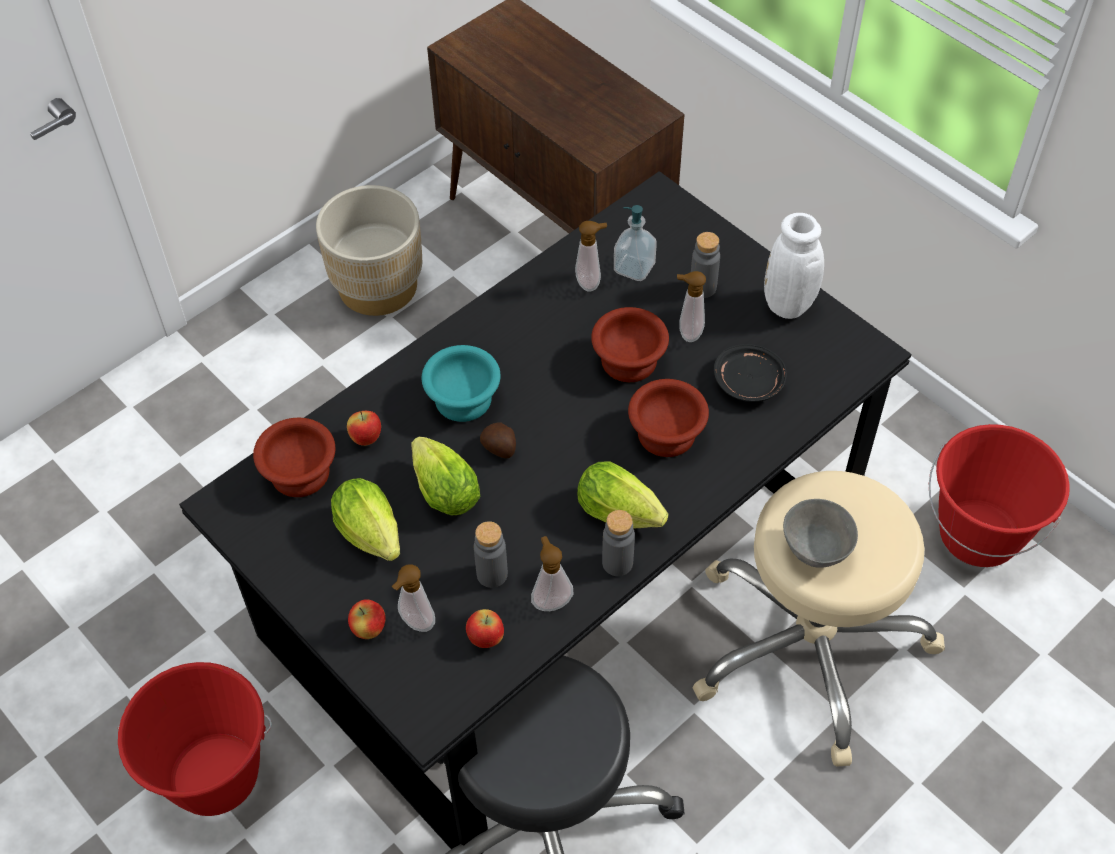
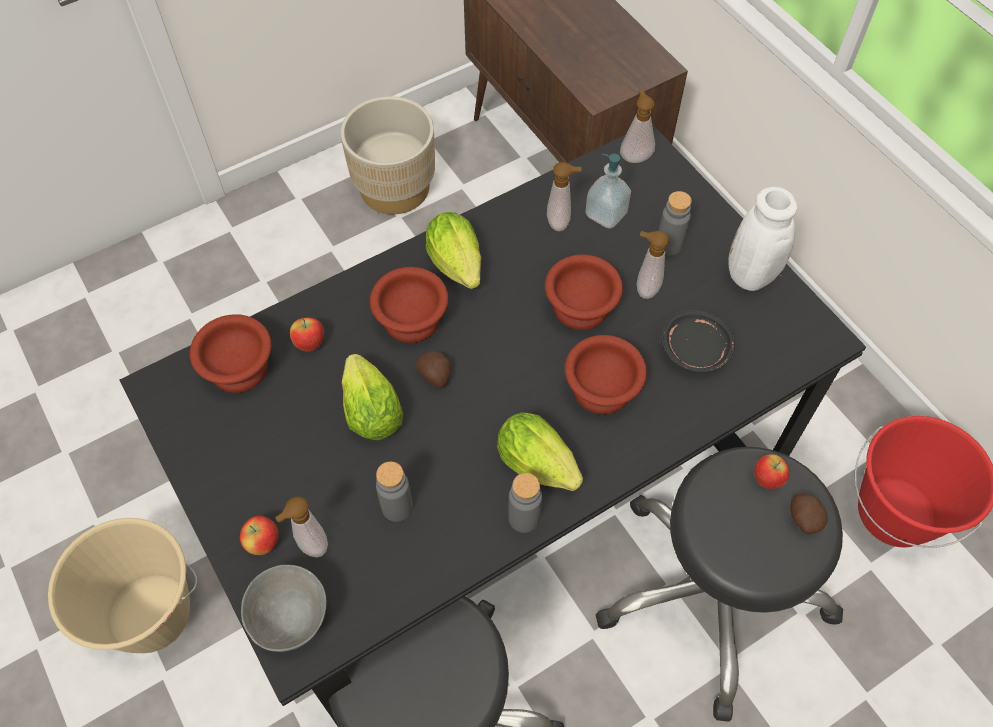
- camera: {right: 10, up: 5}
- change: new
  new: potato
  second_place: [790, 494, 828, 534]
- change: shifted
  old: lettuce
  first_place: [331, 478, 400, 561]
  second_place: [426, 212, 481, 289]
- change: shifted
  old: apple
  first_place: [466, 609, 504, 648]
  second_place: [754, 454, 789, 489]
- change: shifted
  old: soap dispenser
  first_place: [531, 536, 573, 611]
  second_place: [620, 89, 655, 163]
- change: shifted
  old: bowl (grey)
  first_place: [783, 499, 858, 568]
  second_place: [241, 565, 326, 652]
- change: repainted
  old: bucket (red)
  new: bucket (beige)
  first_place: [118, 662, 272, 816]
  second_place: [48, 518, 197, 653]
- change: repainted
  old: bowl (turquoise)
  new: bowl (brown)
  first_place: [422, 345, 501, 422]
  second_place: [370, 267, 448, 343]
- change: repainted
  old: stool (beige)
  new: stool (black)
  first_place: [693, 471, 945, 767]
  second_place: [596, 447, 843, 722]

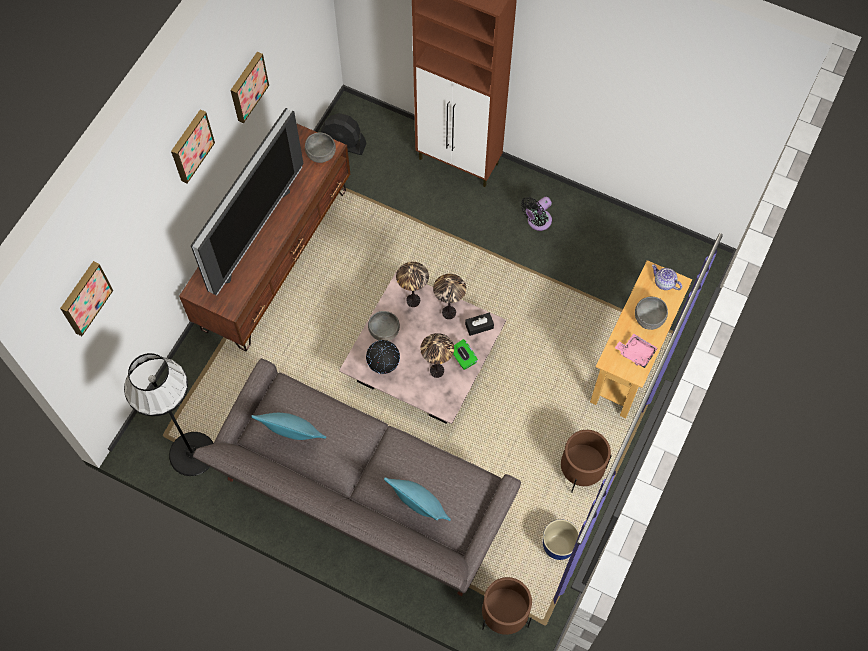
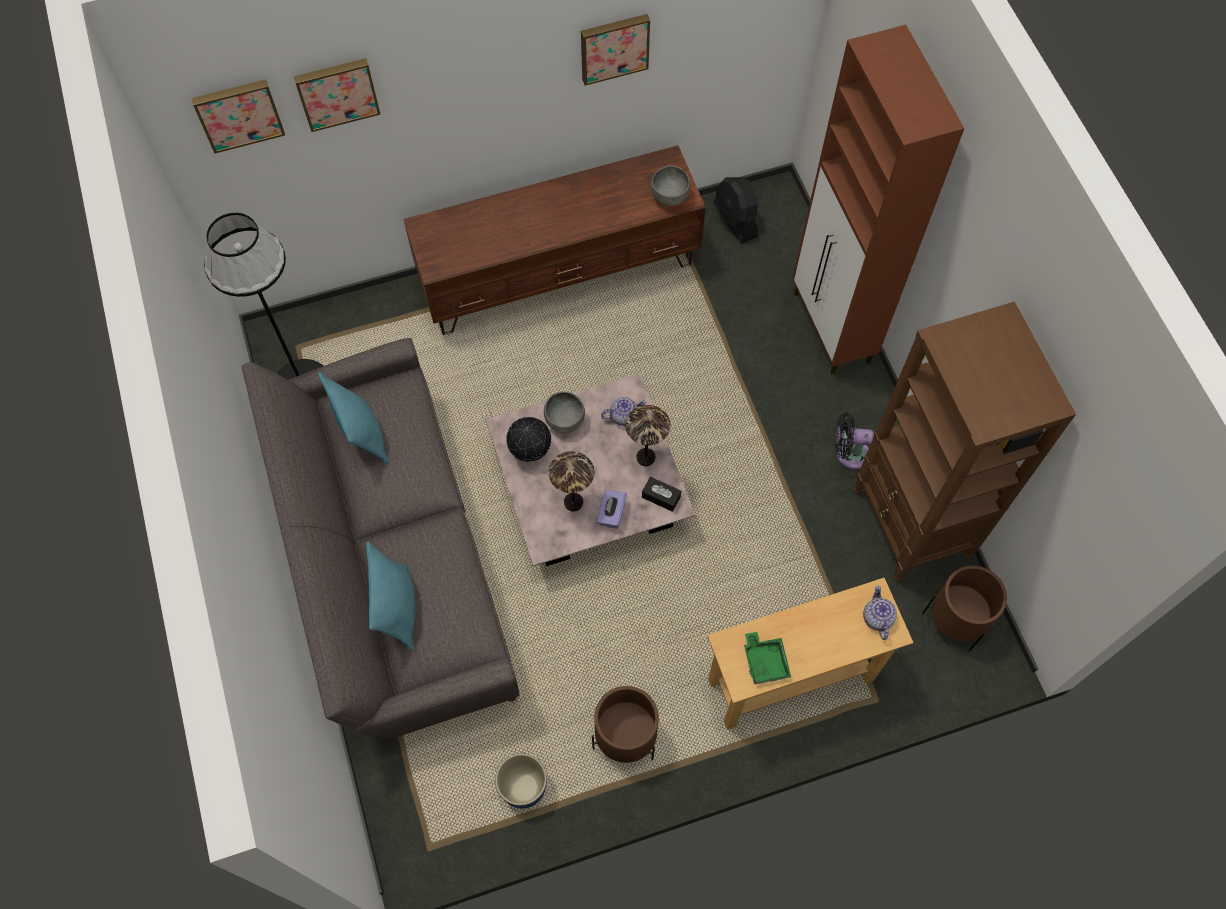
- camera: {right: 45, up: 0}
- change: gone
  old: television
  first_place: [191, 108, 304, 296]
- change: gone
  old: bowl (grey)
  first_place: [635, 297, 668, 330]
- change: new
  new: bookcase (brown)
  second_place: [854, 301, 1076, 582]
- change: shifted
  old: picture
  first_place: [171, 109, 215, 183]
  second_place: [294, 58, 381, 132]
- change: shifted
  old: planter (brown)
  first_place: [482, 577, 532, 635]
  second_place: [922, 565, 1007, 651]
- change: swapped
  old: table lamp
  new: teapot
  first_place: [396, 262, 429, 307]
  second_place: [601, 397, 647, 426]
- change: repainted
  old: tissue box (green)
  new: tissue box (purple)
  first_place: [453, 339, 478, 370]
  second_place: [597, 490, 627, 529]
- change: repainted
  old: tray (pink)
  new: tray (green)
  first_place: [615, 333, 658, 368]
  second_place: [744, 632, 791, 684]

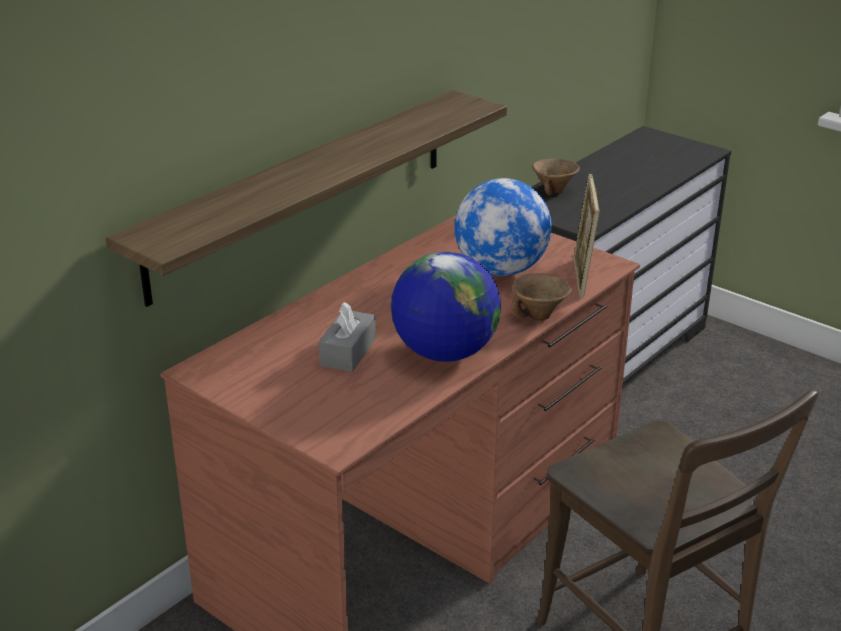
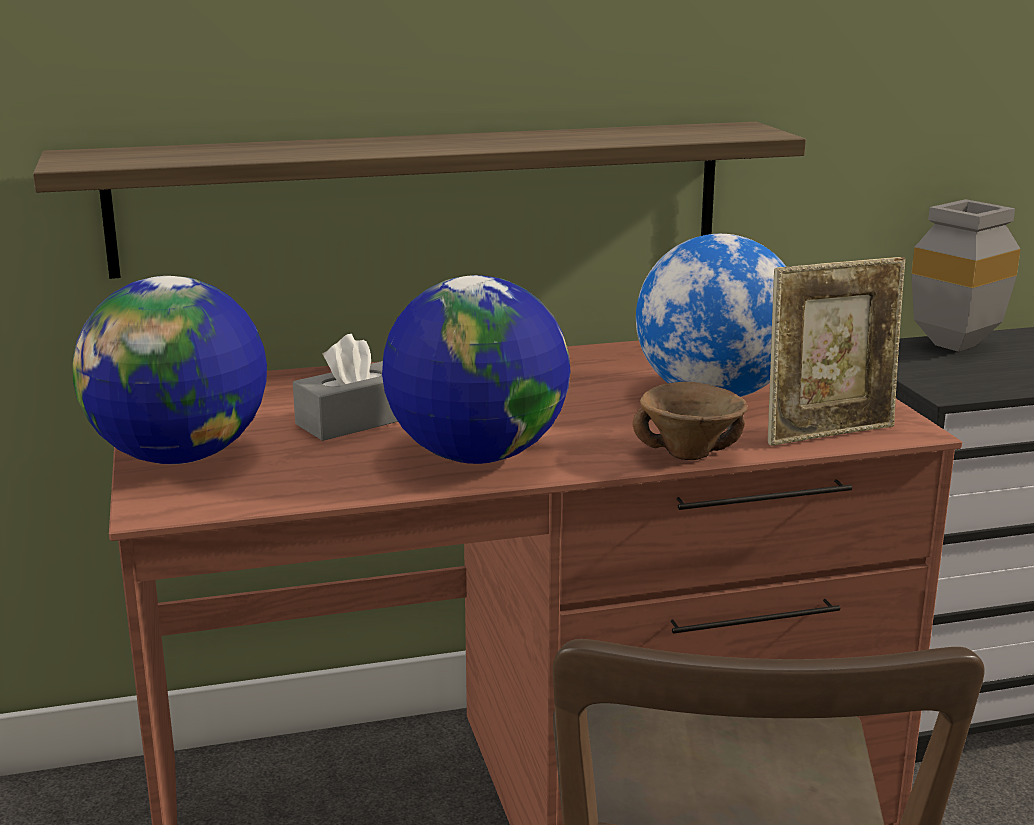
- camera: {right: 35, up: -10}
- change: new
  new: globe
  second_place: [73, 276, 267, 464]
- change: swapped
  old: bowl (brown)
  new: vase (grey)
  first_place: [532, 158, 580, 195]
  second_place: [911, 199, 1020, 352]
- change: rotated
  old: picture frame
  first_place: [574, 174, 600, 298]
  second_place: [768, 257, 905, 446]
  degrees: -150

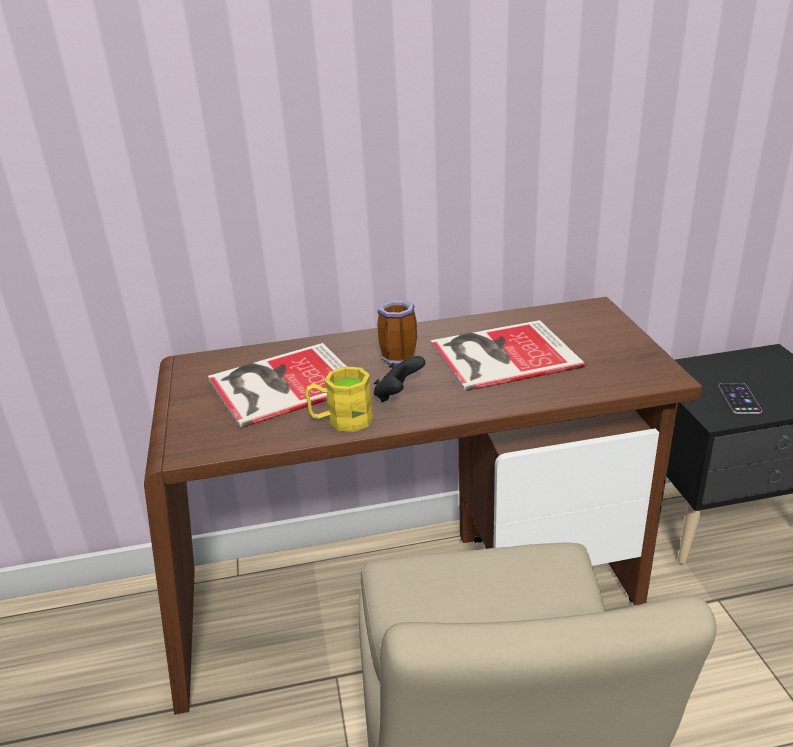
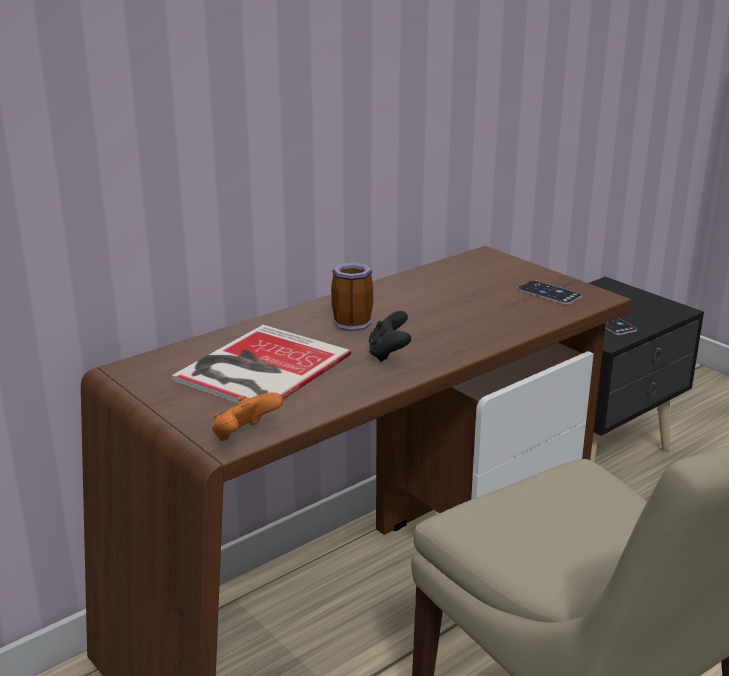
- camera: {right: -30, up: -5}
- change: gone
  old: mug (yellow)
  first_place: [305, 366, 373, 432]
- change: gone
  old: book
  first_place: [430, 320, 585, 391]
- change: new
  new: game controller (orange)
  second_place: [212, 392, 283, 441]
- change: new
  new: phone
  second_place: [518, 280, 582, 305]

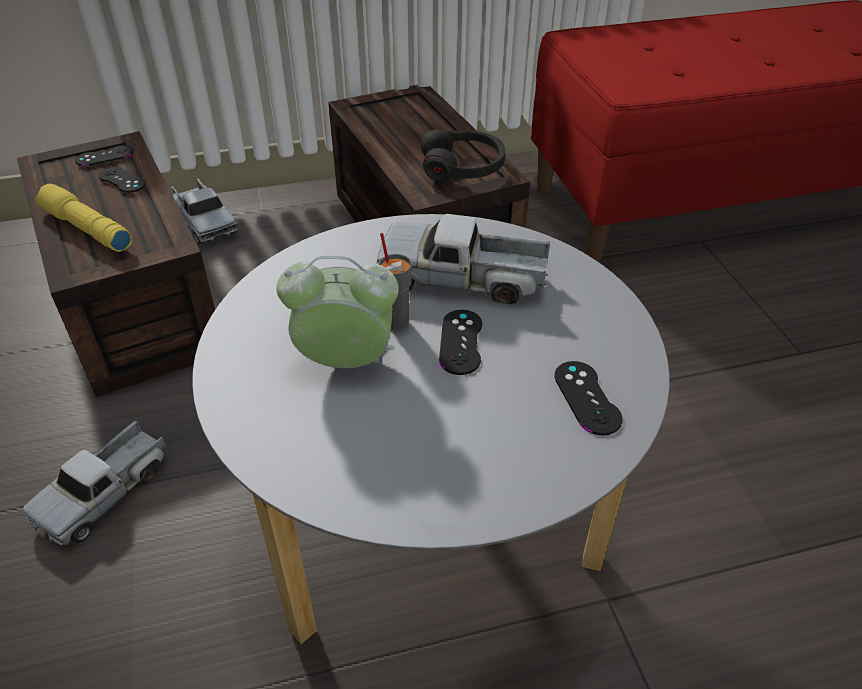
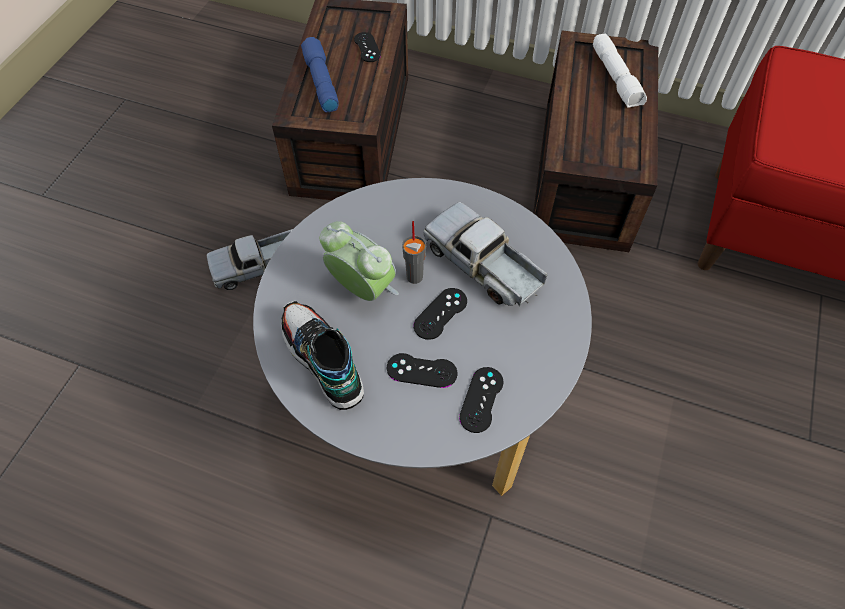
- camera: {right: 35, up: 15}
- change: gone
  old: toy truck
  first_place: [171, 178, 238, 244]
- change: gone
  old: headphones (black)
  first_place: [421, 129, 506, 181]
- change: new
  new: shoe
  second_place: [281, 301, 364, 410]
- change: new
  new: flashlight (white)
  second_place: [593, 34, 647, 108]
- change: shifted
  old: game controller (black)
  first_place: [75, 145, 134, 166]
  second_place: [387, 353, 457, 388]
- change: repainted
  old: flashlight (yellow)
  new: flashlight (blue)
  first_place: [35, 184, 132, 252]
  second_place: [301, 37, 339, 112]

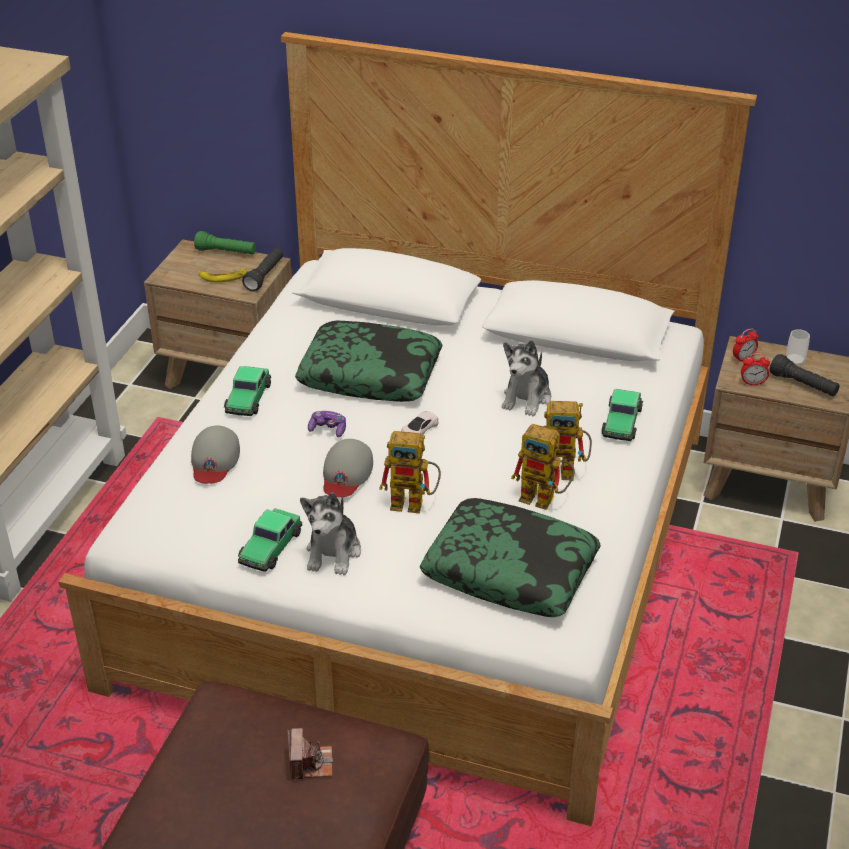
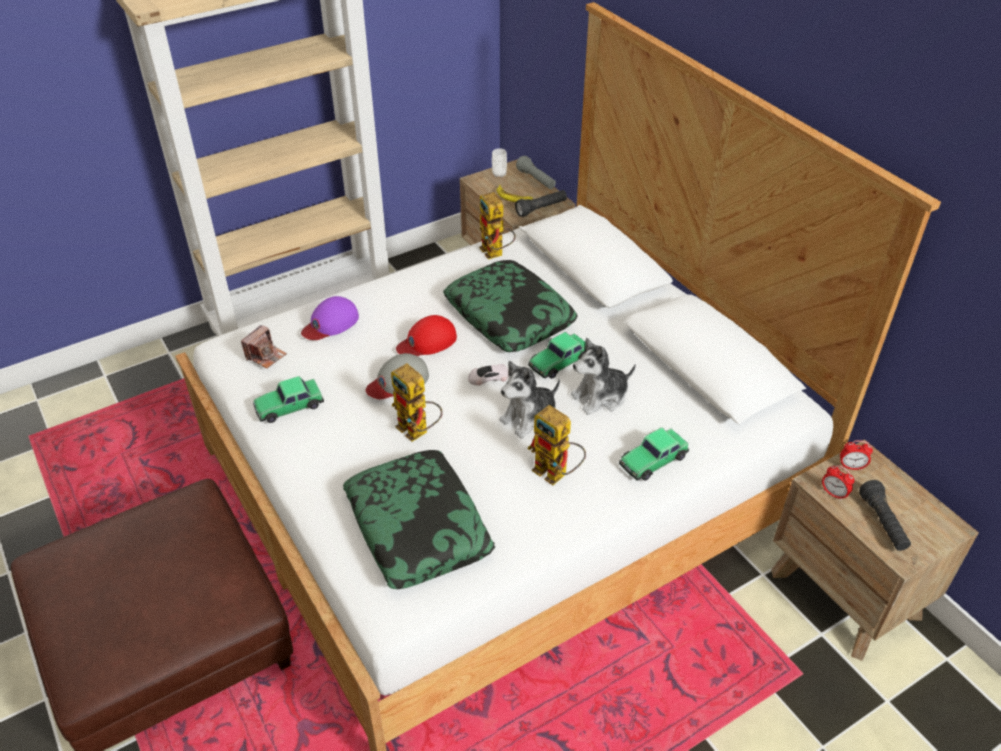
- camera: {right: 40, up: 5}
- change: shifted
  old: toy car
  first_place: [224, 366, 272, 416]
  second_place: [528, 332, 585, 379]
- change: shifted
  old: photo camera
  first_place: [287, 728, 333, 781]
  second_place: [241, 325, 287, 369]
- change: shifted
  old: plush toy
  first_place: [300, 493, 361, 575]
  second_place: [499, 361, 560, 439]
- change: shifted
  old: toy robot
  first_place: [511, 424, 575, 510]
  second_place: [479, 192, 516, 260]
- change: shifted
  old: cup
  first_place: [786, 329, 810, 367]
  second_place: [492, 148, 507, 178]
- change: swapped
  old: game controller
  new: cap (red)
  first_place: [308, 411, 346, 437]
  second_place: [396, 315, 457, 356]
- change: repainted
  old: cap (grey)
  new: cap (purple)
  first_place: [191, 426, 240, 484]
  second_place: [301, 296, 359, 340]
- change: repainted
  old: flashlight (green)
  new: flashlight (grey)
  first_place: [194, 231, 256, 254]
  second_place: [516, 156, 556, 189]

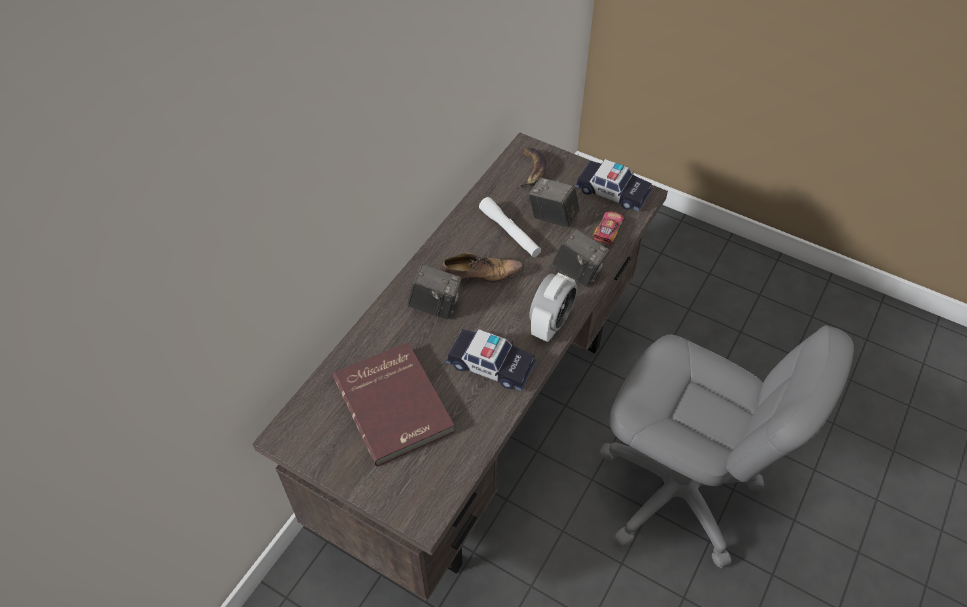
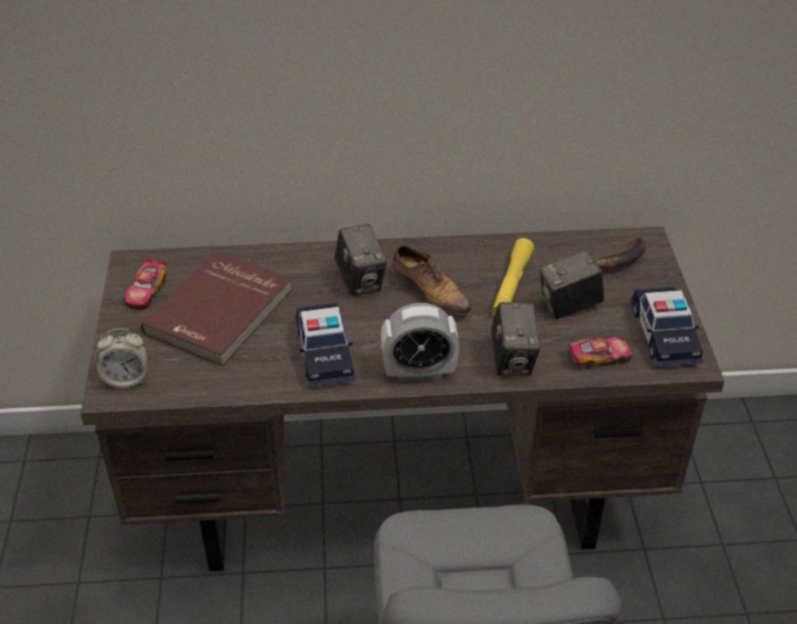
- camera: {right: 55, up: -10}
- change: new
  new: alarm clock
  second_place: [97, 328, 147, 388]
- change: new
  new: toy car
  second_place: [124, 258, 167, 310]
- change: repainted
  old: flashlight (white)
  new: flashlight (yellow)
  first_place: [479, 197, 541, 257]
  second_place: [492, 238, 534, 316]
- change: rotated
  old: photo camera
  first_place: [529, 178, 580, 228]
  second_place: [540, 250, 604, 319]
  degrees: -105

